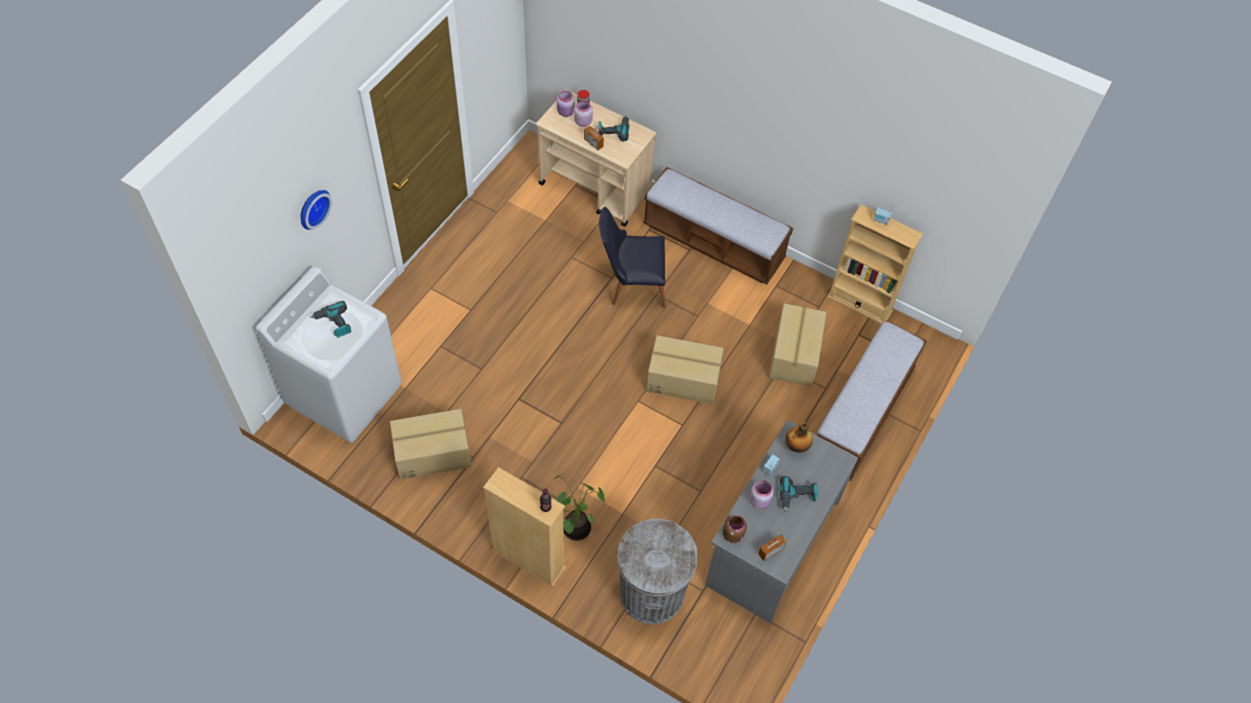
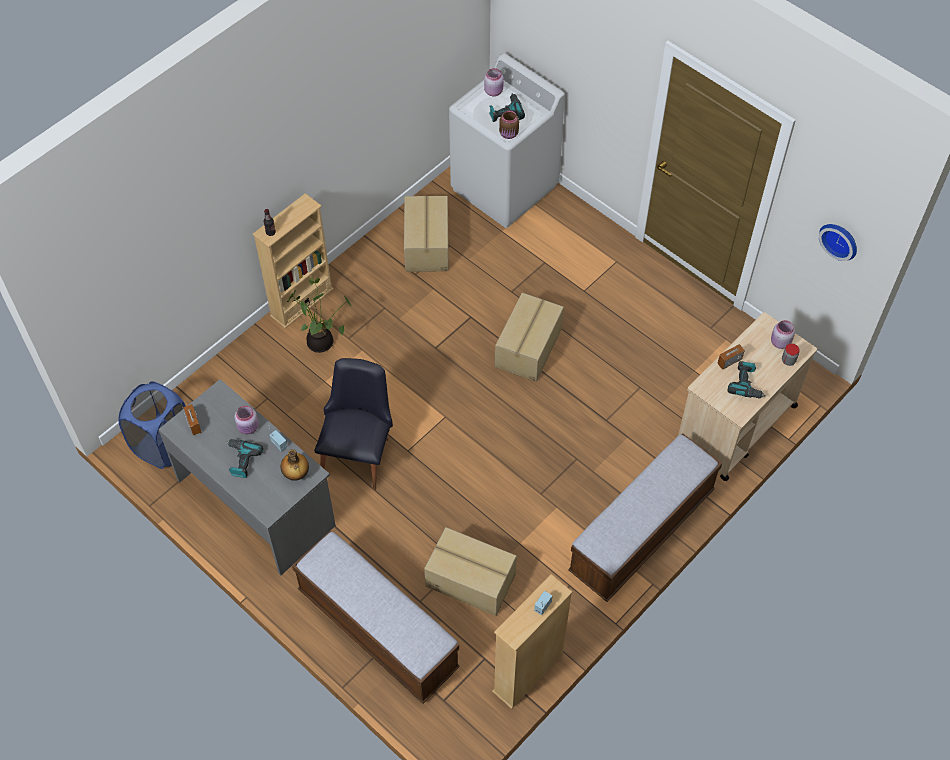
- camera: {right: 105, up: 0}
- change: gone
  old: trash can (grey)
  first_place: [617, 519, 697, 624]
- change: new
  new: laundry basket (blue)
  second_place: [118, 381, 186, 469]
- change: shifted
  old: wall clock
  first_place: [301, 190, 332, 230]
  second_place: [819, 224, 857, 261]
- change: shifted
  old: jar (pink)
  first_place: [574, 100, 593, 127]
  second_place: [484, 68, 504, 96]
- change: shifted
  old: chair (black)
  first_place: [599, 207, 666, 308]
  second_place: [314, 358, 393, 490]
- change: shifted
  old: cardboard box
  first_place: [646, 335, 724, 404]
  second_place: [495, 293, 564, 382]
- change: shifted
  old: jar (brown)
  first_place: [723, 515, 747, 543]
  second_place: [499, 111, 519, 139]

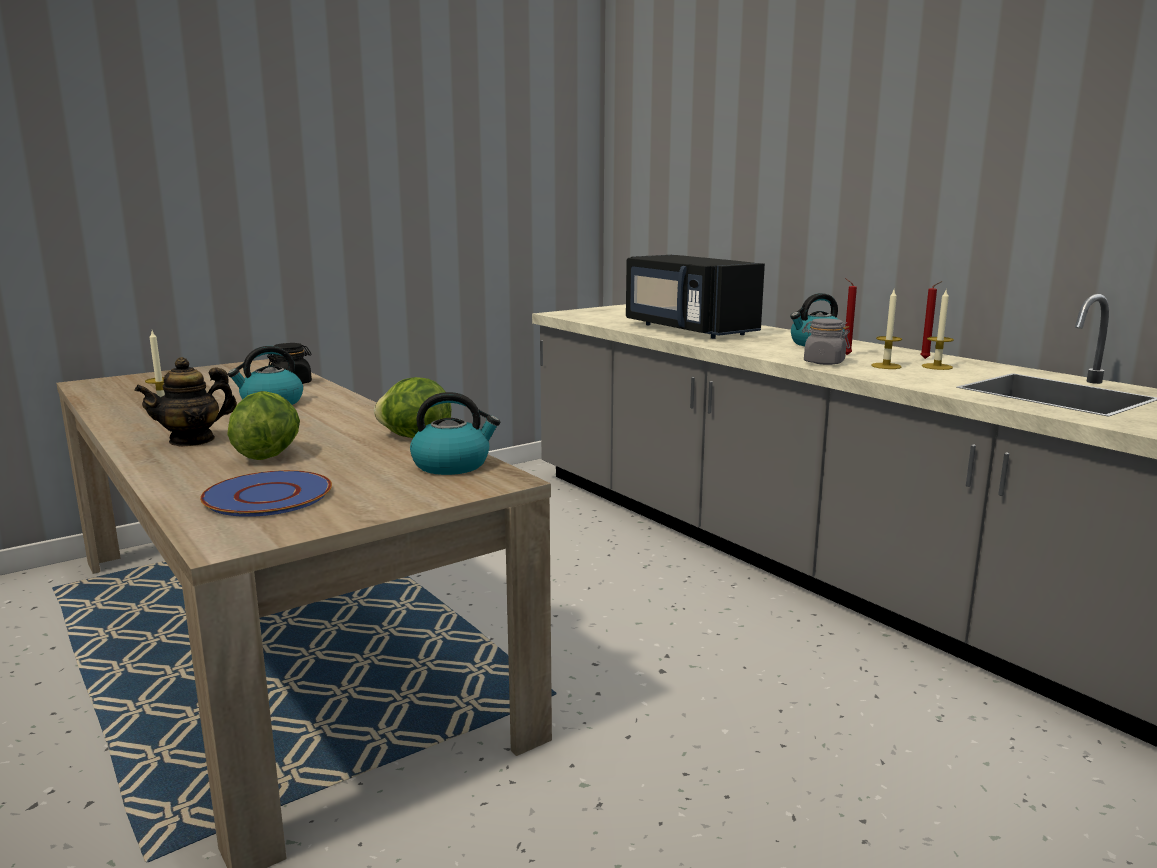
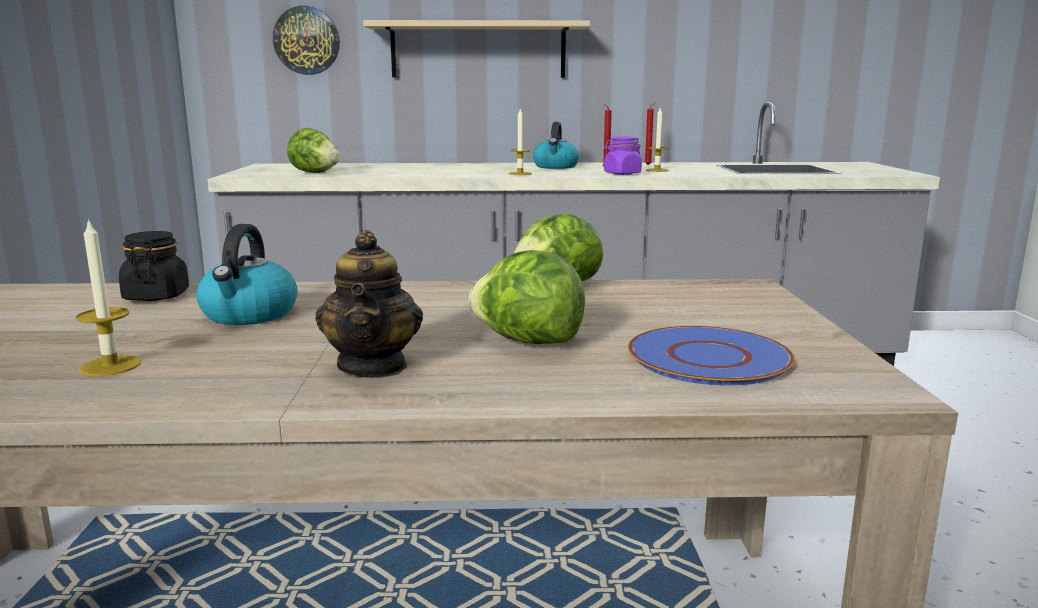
- camera: {right: -55, up: 0}
- change: gone
  old: kettle
  first_place: [410, 392, 500, 475]
- change: gone
  old: microwave (black)
  first_place: [626, 255, 765, 339]
- change: new
  new: wall clock
  second_place: [273, 6, 340, 75]
- change: new
  new: lettuce
  second_place: [287, 128, 340, 173]
- change: new
  new: shelf (beige)
  second_place: [363, 20, 590, 78]
- change: shifted
  old: candle
  first_place: [922, 288, 954, 370]
  second_place: [508, 109, 532, 175]
- change: repainted
  old: jar (grey)
  new: jar (purple)
  first_place: [802, 318, 850, 365]
  second_place: [604, 137, 642, 175]

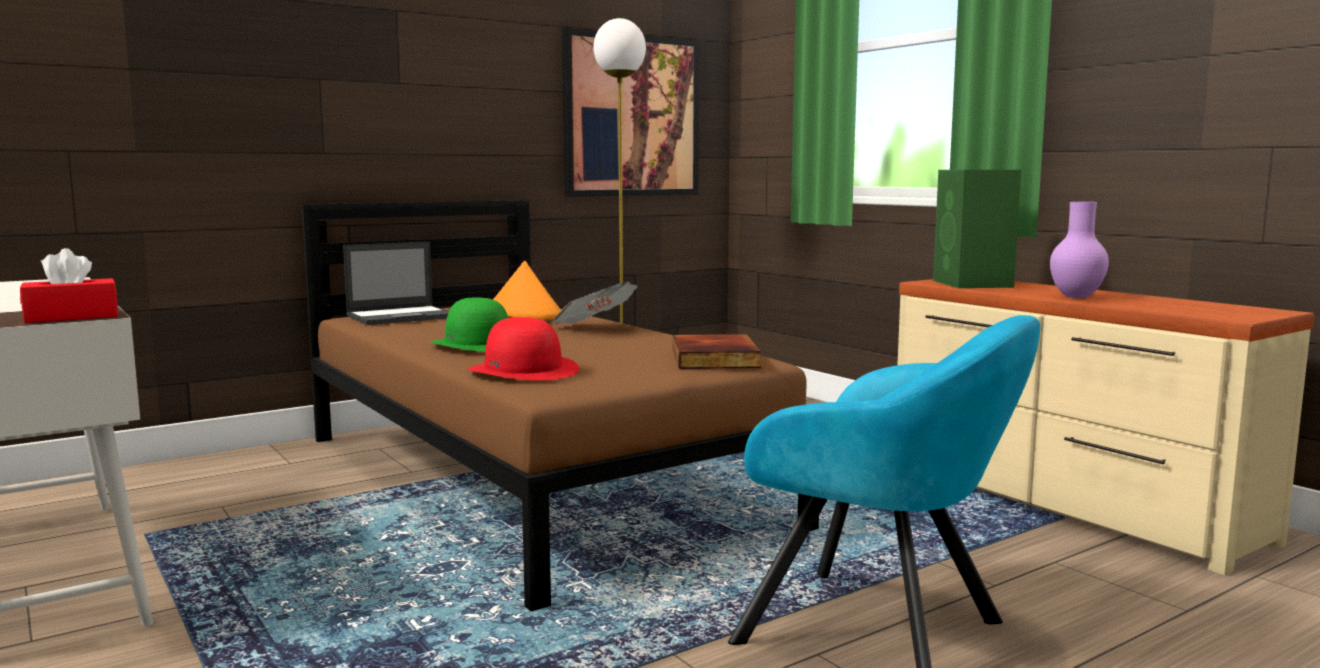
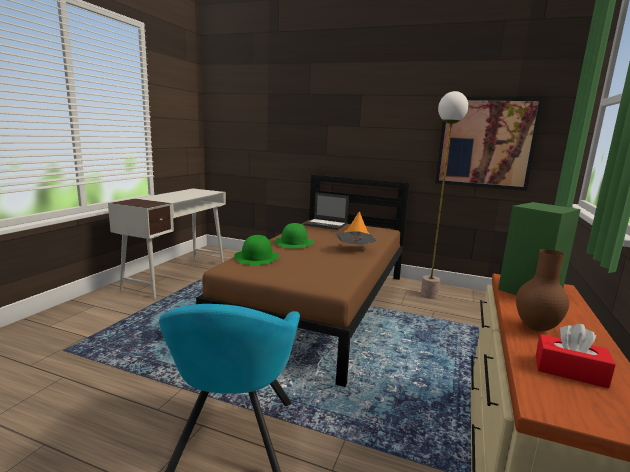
- camera: {right: 55, up: 5}
- change: gone
  old: book
  first_place: [672, 334, 761, 369]
- change: shifted
  old: tissue box (red)
  first_place: [20, 248, 118, 323]
  second_place: [536, 324, 616, 389]
- change: repainted
  old: hat (red)
  new: hat (green)
  first_place: [468, 317, 579, 381]
  second_place: [234, 235, 279, 265]
- change: repainted
  old: vase (purple)
  new: vase (brown)
  first_place: [1050, 202, 1109, 298]
  second_place: [516, 249, 569, 331]

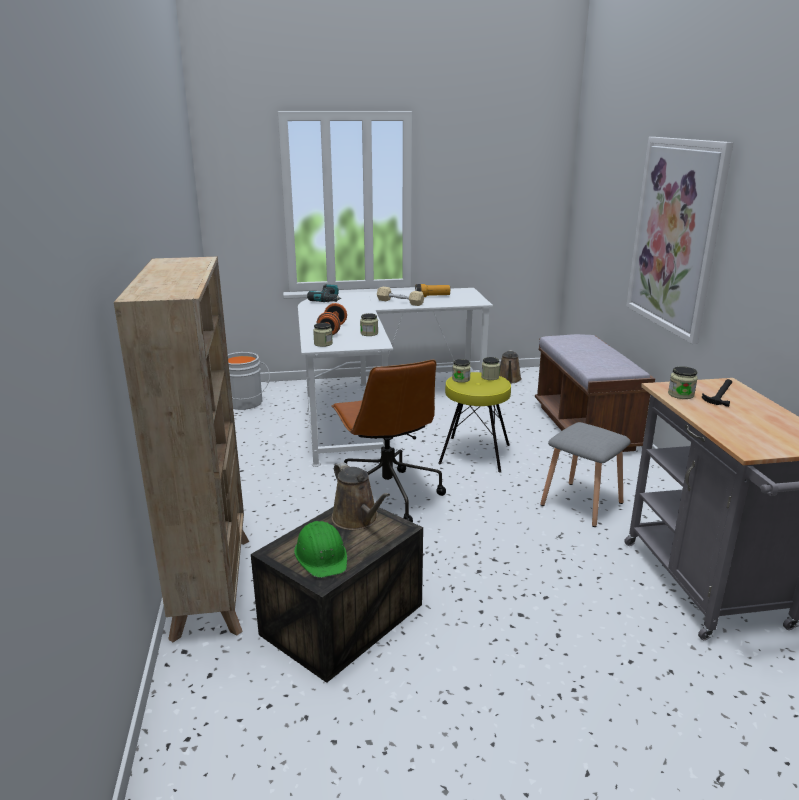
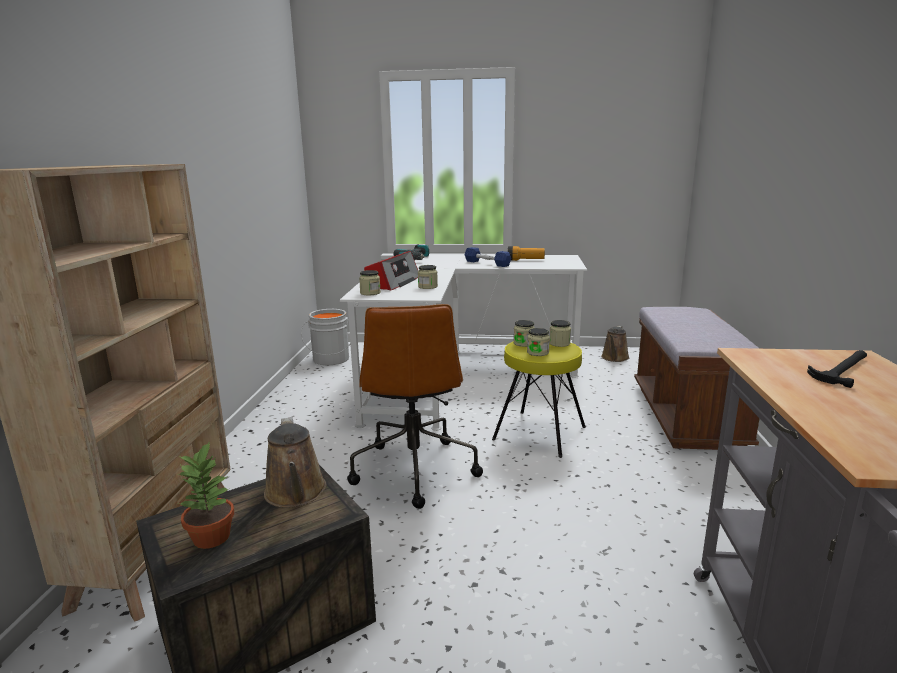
- camera: {right: 15, up: -5}
- change: gone
  old: stool (grey)
  first_place: [540, 422, 631, 527]
- change: gone
  old: picture
  first_place: [626, 137, 734, 344]
- change: shifted
  old: jar
  first_place: [668, 366, 698, 399]
  second_place: [527, 328, 550, 356]
- change: swapped
  old: hard hat (green)
  new: potted plant
  first_place: [294, 521, 347, 578]
  second_place: [178, 441, 234, 549]
- change: swapped
  old: dumbbell (orange)
  new: radio
  first_place: [317, 303, 347, 335]
  second_place: [364, 251, 418, 290]
- change: repainted
  old: dumbbell (beige)
  new: dumbbell (blue)
  first_place: [377, 287, 424, 306]
  second_place: [464, 247, 511, 267]

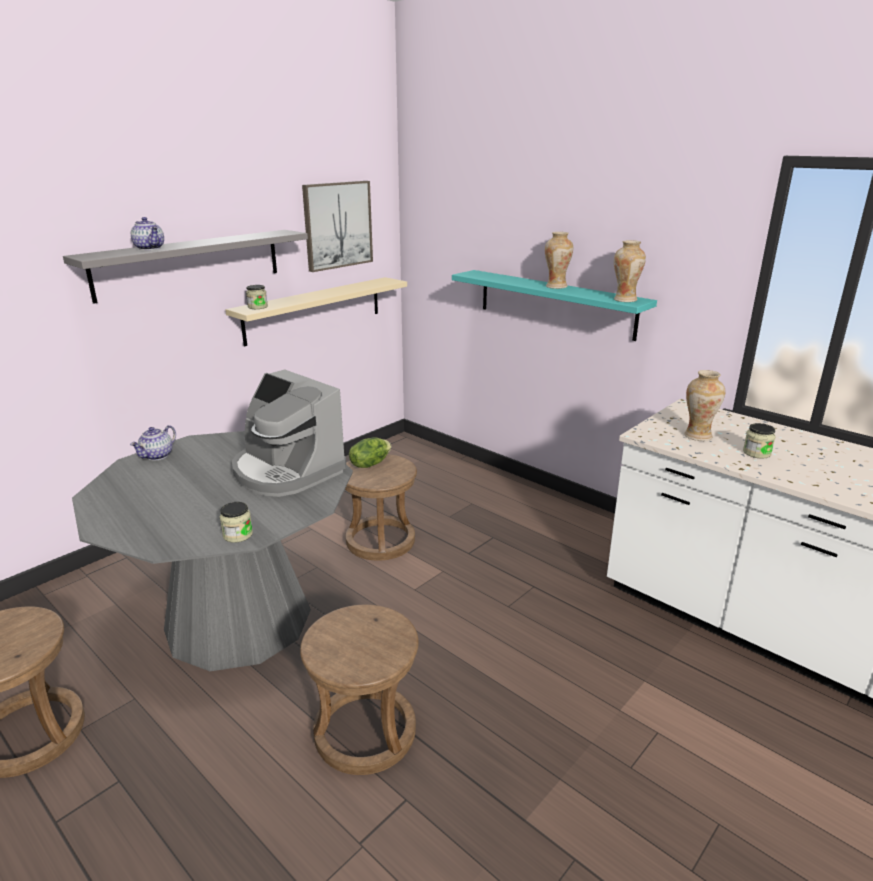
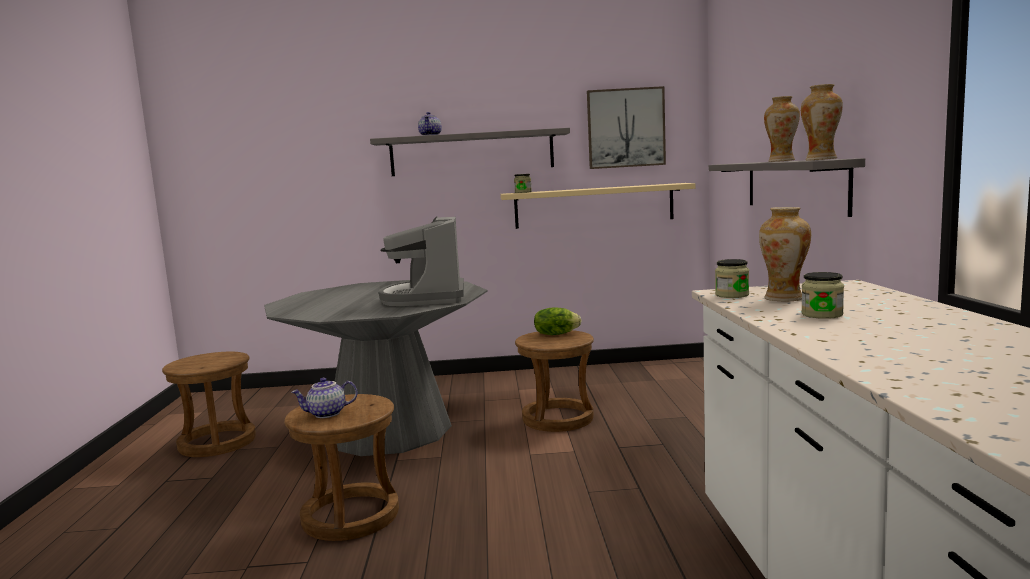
- camera: {right: 45, up: -15}
- change: shifted
  old: teapot
  first_place: [130, 425, 176, 461]
  second_place: [291, 378, 358, 418]
- change: shifted
  old: jar
  first_place: [220, 502, 253, 543]
  second_place: [715, 259, 749, 298]
- change: repainted
  old: shelf (turquoise)
  new: shelf (grey)
  first_place: [452, 270, 657, 341]
  second_place: [709, 158, 865, 217]

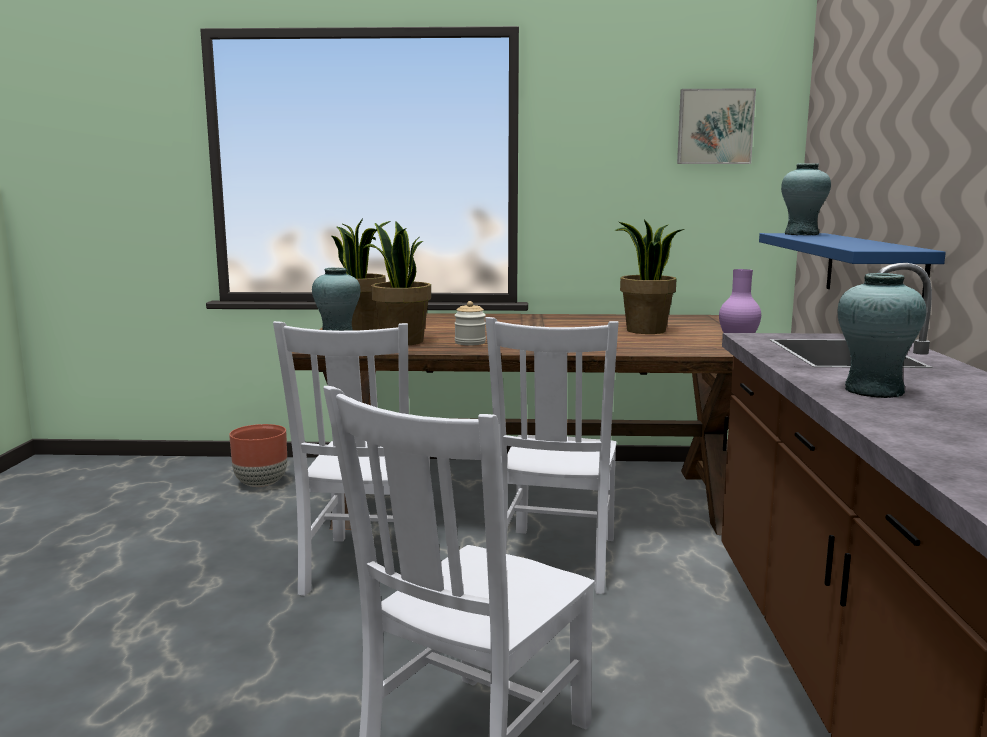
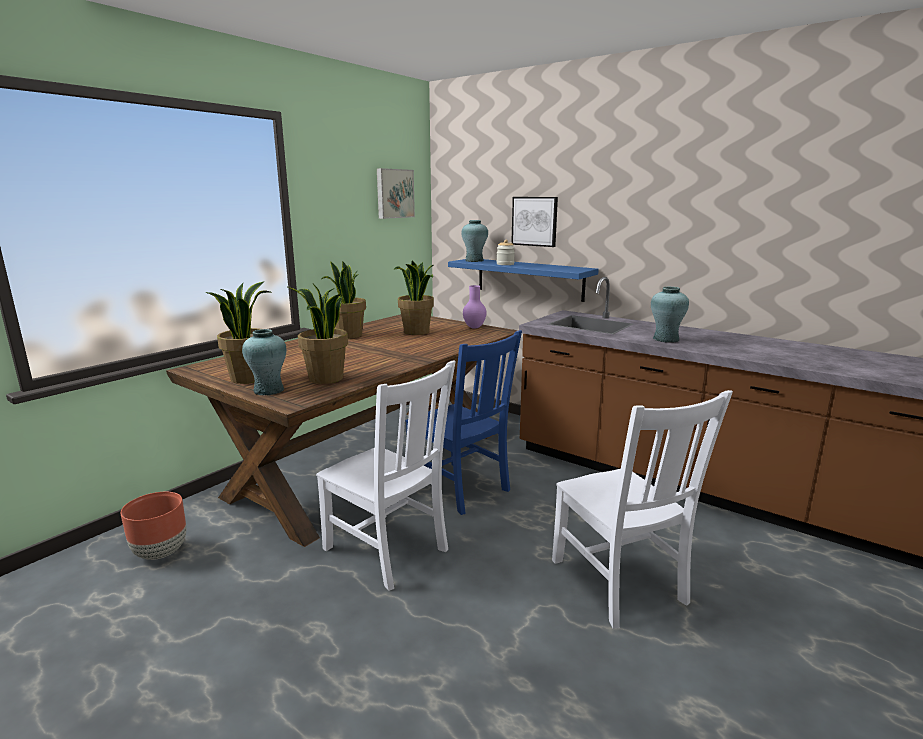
- camera: {right: -55, up: 5}
- change: new
  new: potted plant
  second_place: [322, 261, 366, 339]
- change: new
  new: picture
  second_place: [511, 197, 558, 247]
- change: shifted
  old: jar
  first_place: [454, 301, 486, 346]
  second_place: [497, 240, 515, 265]
- change: repainted
  old: chair (white)
  new: chair (blue)
  first_place: [485, 317, 619, 594]
  second_place: [405, 330, 522, 515]

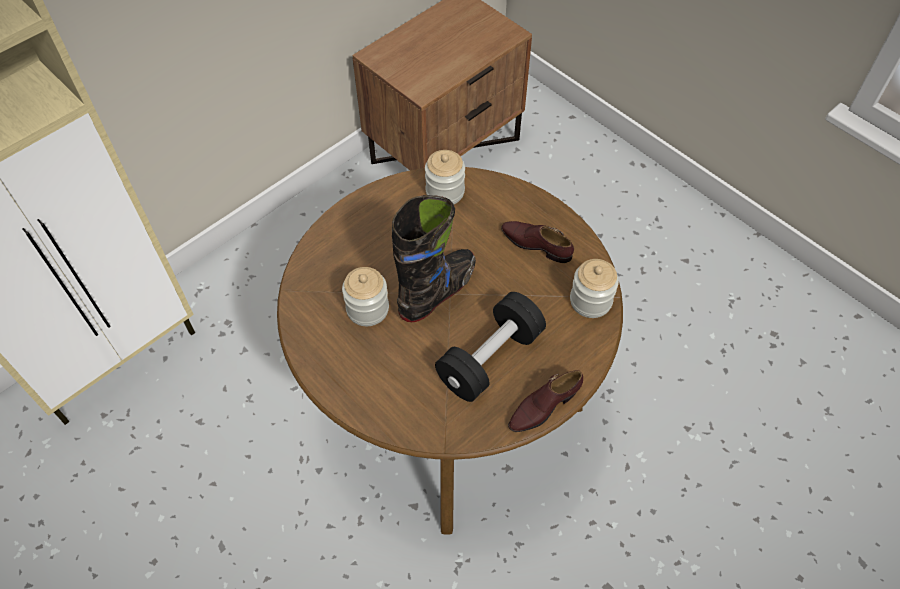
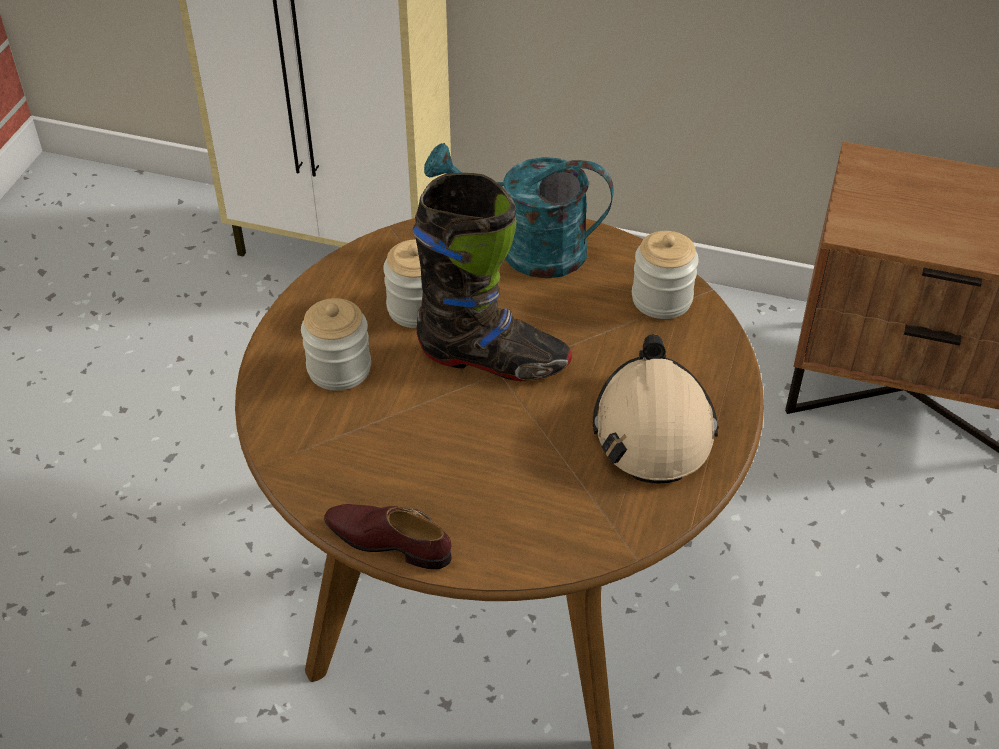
- camera: {right: 60, up: -10}
- change: gone
  old: dumbbell (black)
  first_place: [435, 292, 546, 402]
- change: new
  new: watering can (turquoise)
  second_place: [424, 143, 614, 279]
- change: shifted
  old: jar
  first_place: [570, 259, 619, 318]
  second_place: [301, 298, 371, 391]
- change: swapped
  old: shoe (brown)
  new: hard hat (beige)
  first_place: [501, 221, 574, 263]
  second_place: [593, 334, 719, 484]

